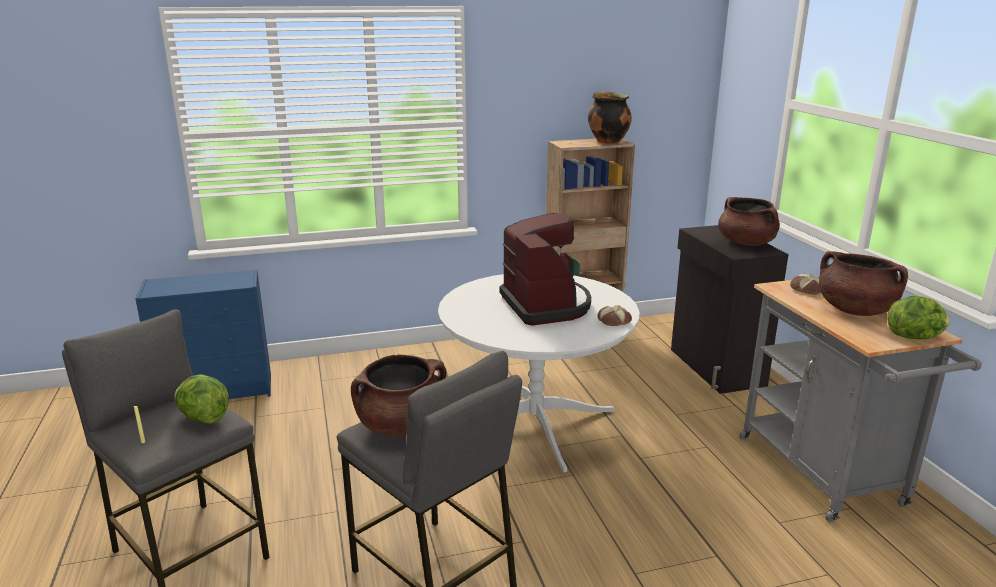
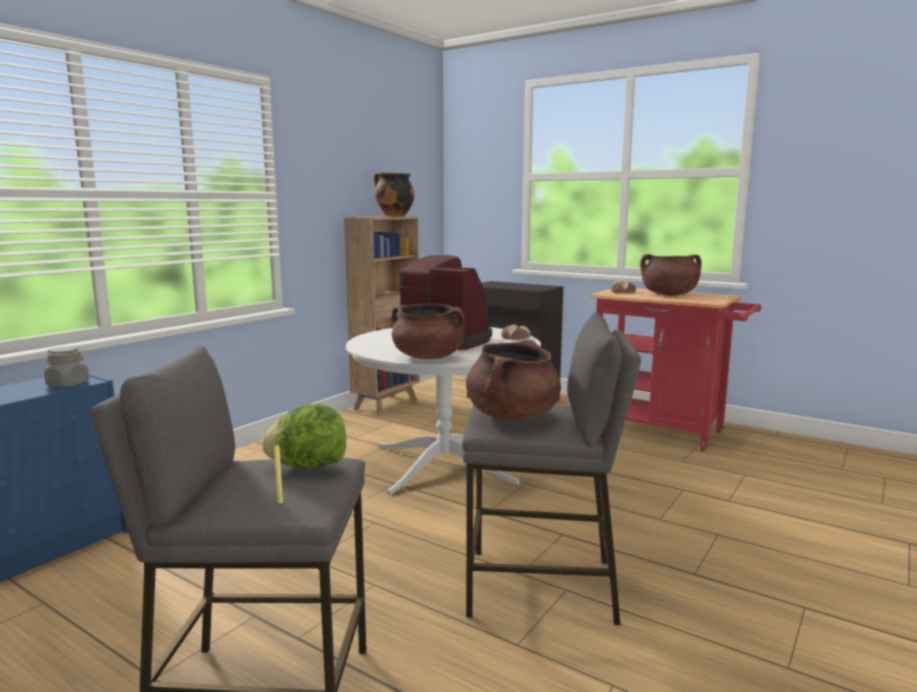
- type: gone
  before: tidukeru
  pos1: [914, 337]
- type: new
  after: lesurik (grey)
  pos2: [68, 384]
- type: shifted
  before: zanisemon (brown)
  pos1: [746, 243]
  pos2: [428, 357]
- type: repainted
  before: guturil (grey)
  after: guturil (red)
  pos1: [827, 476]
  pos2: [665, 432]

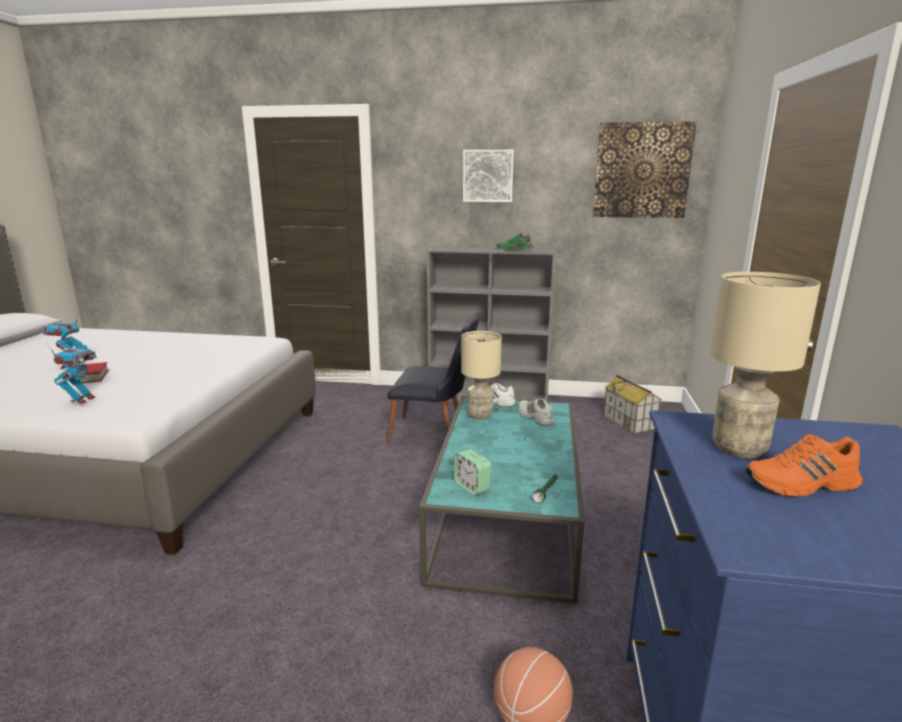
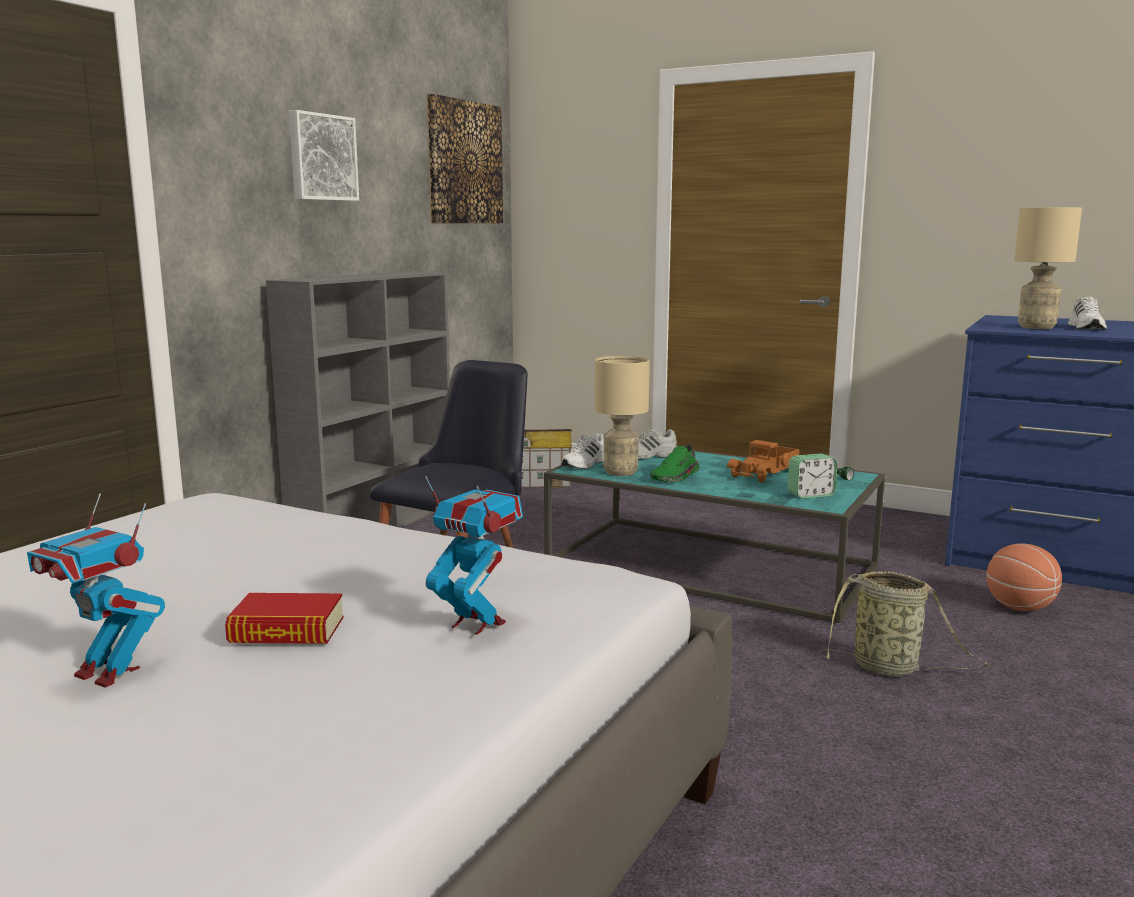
- type: new
  after: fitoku
  pos2: [766, 473]
- type: new
  after: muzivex
  pos2: [890, 668]
- type: shifted
  before: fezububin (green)
  pos1: [514, 250]
  pos2: [676, 477]
- type: repainted
  before: fezububin (orange)
  after: fezububin (white)
  pos1: [802, 485]
  pos2: [1087, 328]

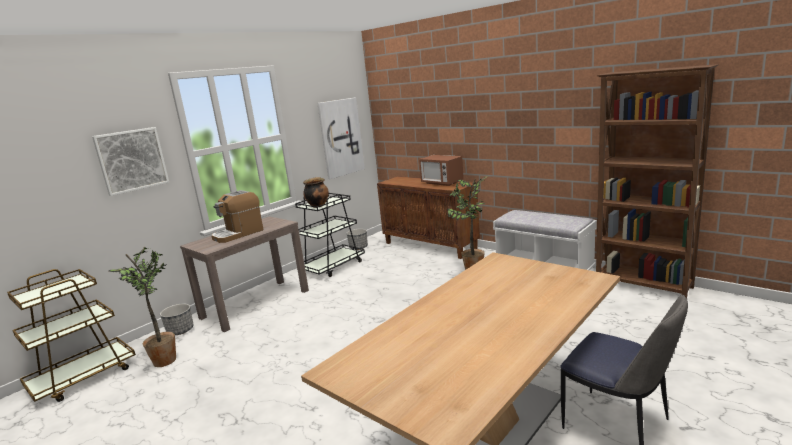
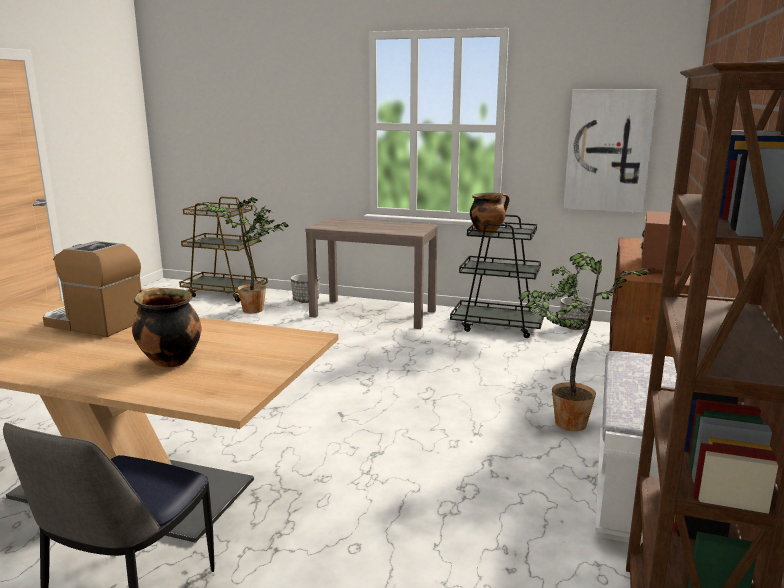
- type: gone
  before: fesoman
  pos1: [132, 160]
- type: new
  after: zanisemon
  pos2: [169, 361]
- type: shifted
  before: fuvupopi
  pos1: [238, 234]
  pos2: [94, 323]

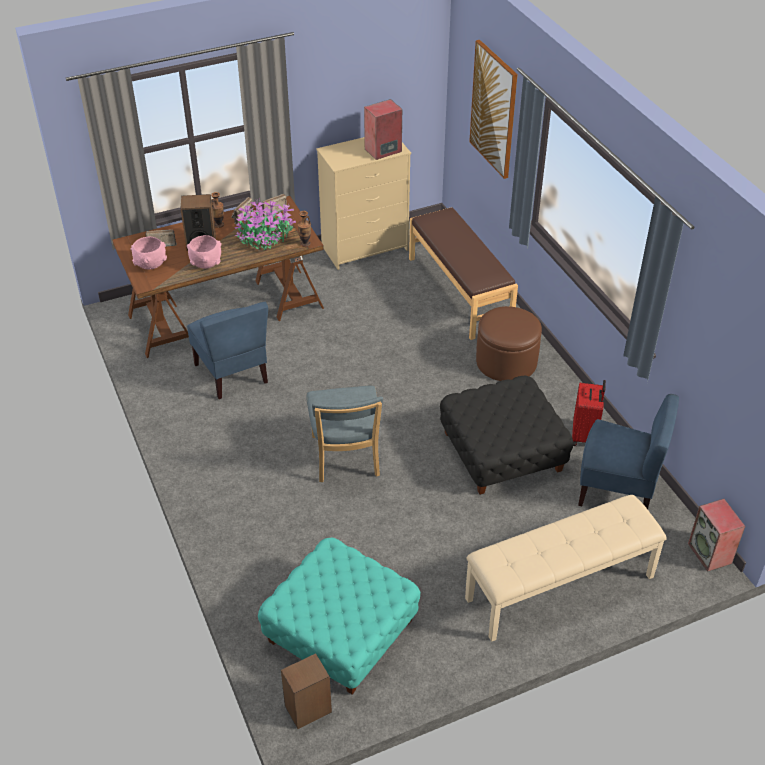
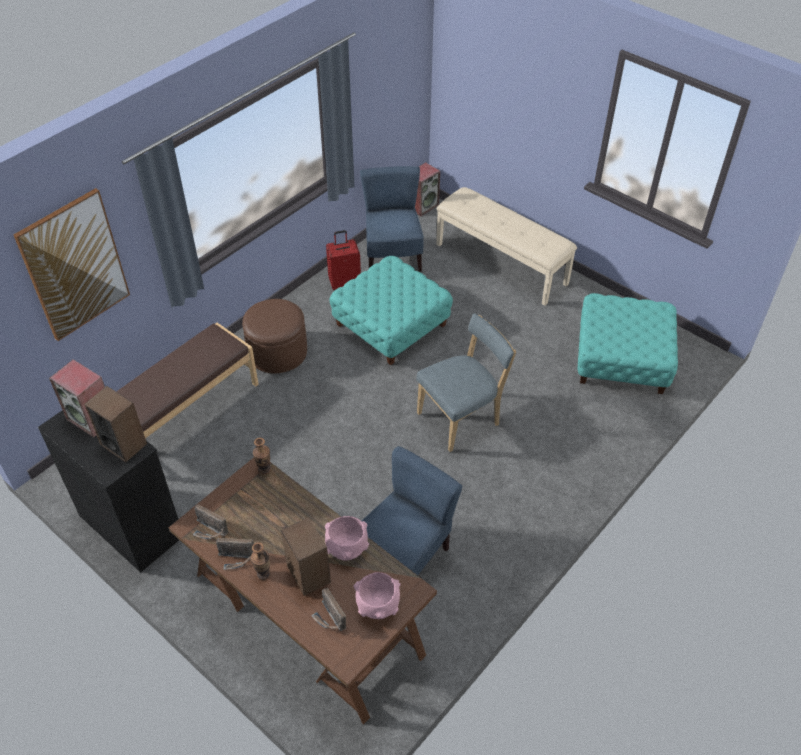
- type: gone
  before: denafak
  pos1: [265, 239]
- type: shifted
  before: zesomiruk
  pos1: [308, 709]
  pos2: [123, 444]
- type: repainted
  before: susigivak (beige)
  after: susigivak (black)
  pos1: [365, 248]
  pos2: [130, 525]
- type: repainted
  before: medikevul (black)
  after: medikevul (turquoise)
  pos1: [502, 451]
  pos2: [391, 324]

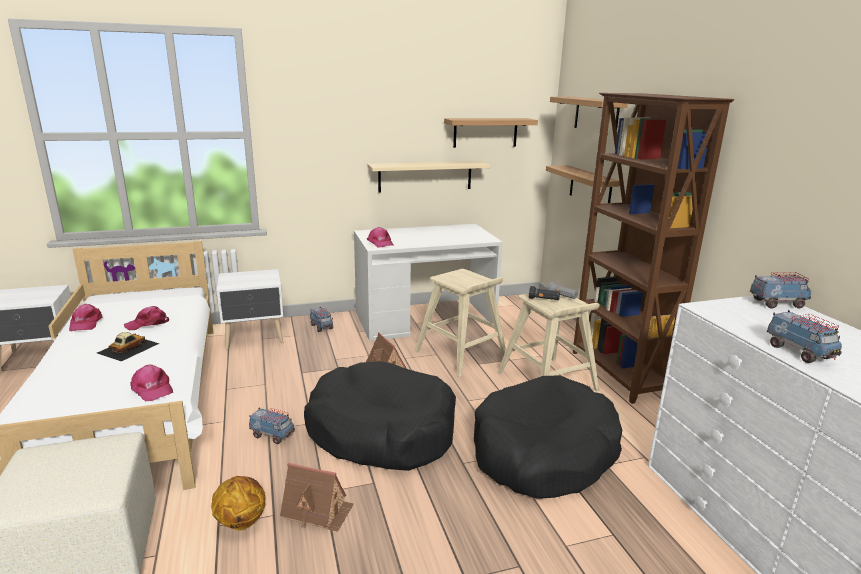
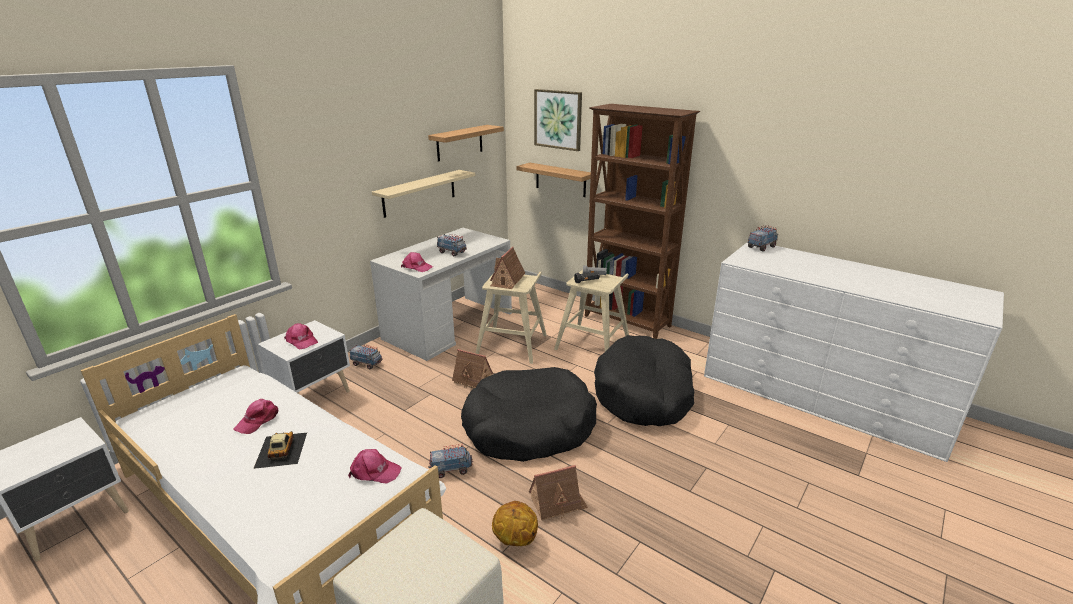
- type: new
  after: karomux
  pos2: [507, 280]
- type: shifted
  before: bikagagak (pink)
  pos1: [85, 323]
  pos2: [301, 341]
- type: shifted
  before: fitoku
  pos1: [799, 352]
  pos2: [452, 252]
- type: swapped
  before: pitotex
  after: fesoman
  pos1: [596, 115]
  pos2: [558, 119]

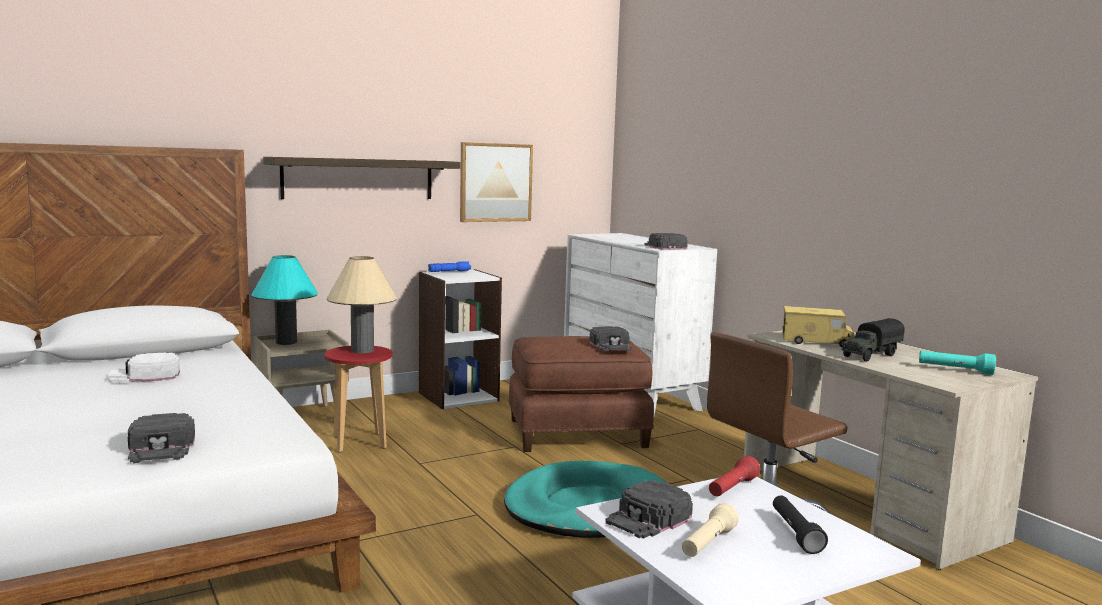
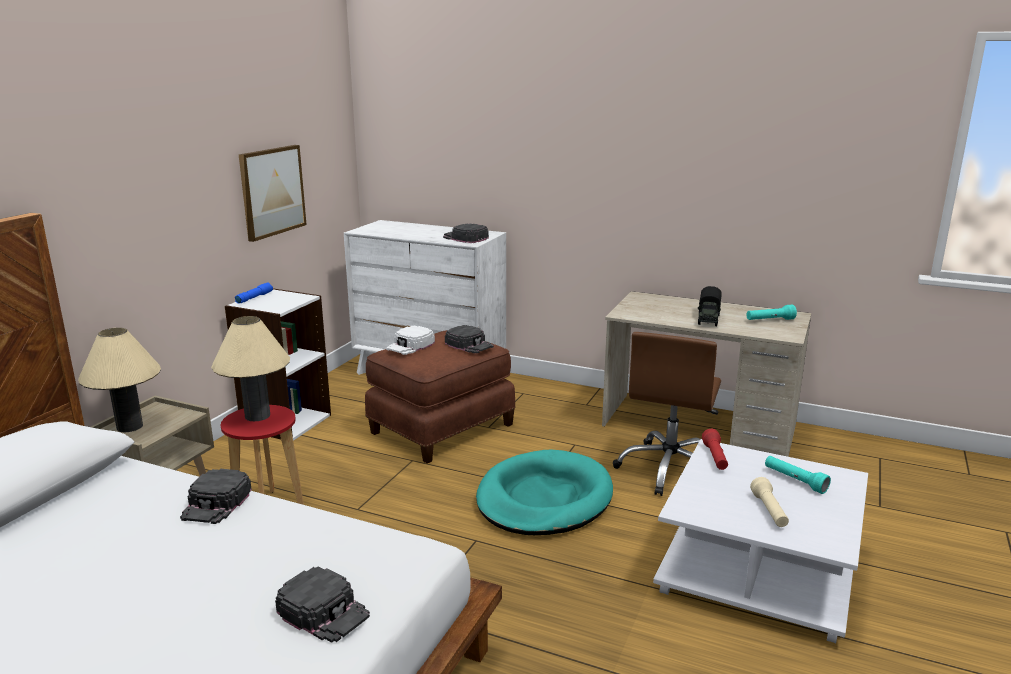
- type: gone
  before: pitotex
  pos1: [358, 179]
- type: gone
  before: fitoku
  pos1: [817, 342]
- type: shifted
  before: bikagagak (white)
  pos1: [145, 375]
  pos2: [410, 345]
- type: shifted
  before: bikagagak (black)
  pos1: [648, 518]
  pos2: [216, 503]
- type: repainted
  before: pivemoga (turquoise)
  after: pivemoga (beige)
  pos1: [286, 342]
  pos2: [129, 426]
- type: repainted
  before: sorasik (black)
  after: sorasik (turquoise)
  pos1: [795, 533]
  pos2: [794, 480]

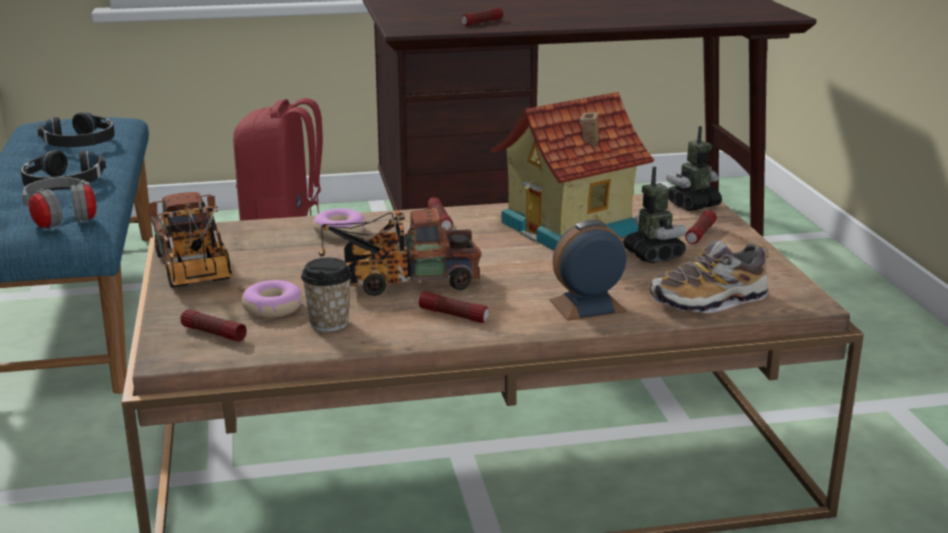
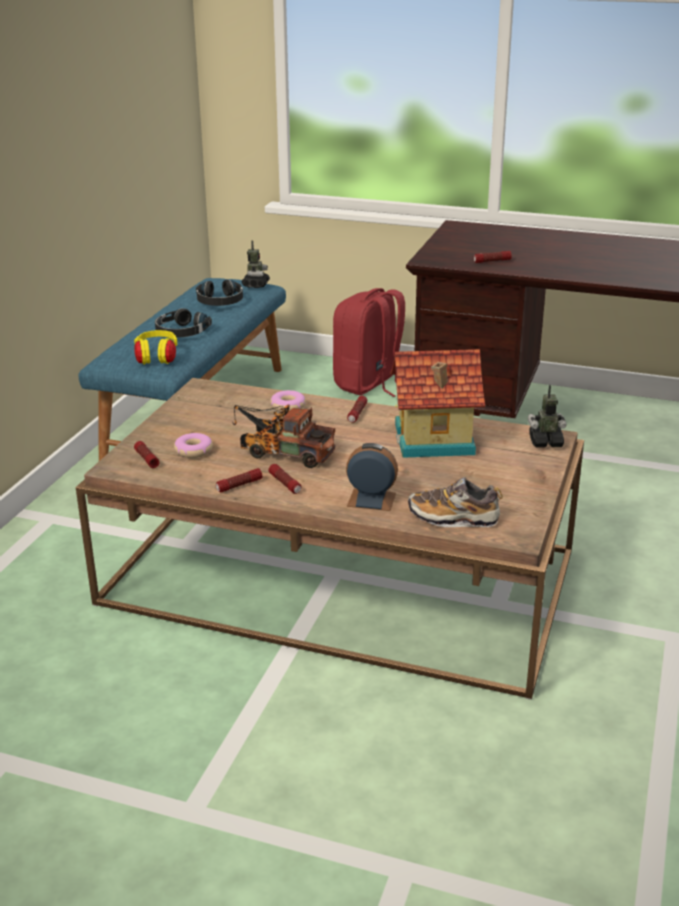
- type: gone
  before: fitoku
  pos1: [194, 272]
- type: gone
  before: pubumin
  pos1: [329, 323]
- type: shifted
  before: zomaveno
  pos1: [653, 255]
  pos2: [255, 285]
- type: shifted
  before: sorasik
  pos1: [700, 234]
  pos2: [239, 485]
- type: repainted
  before: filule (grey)
  after: filule (yellow)
  pos1: [62, 219]
  pos2: [157, 359]

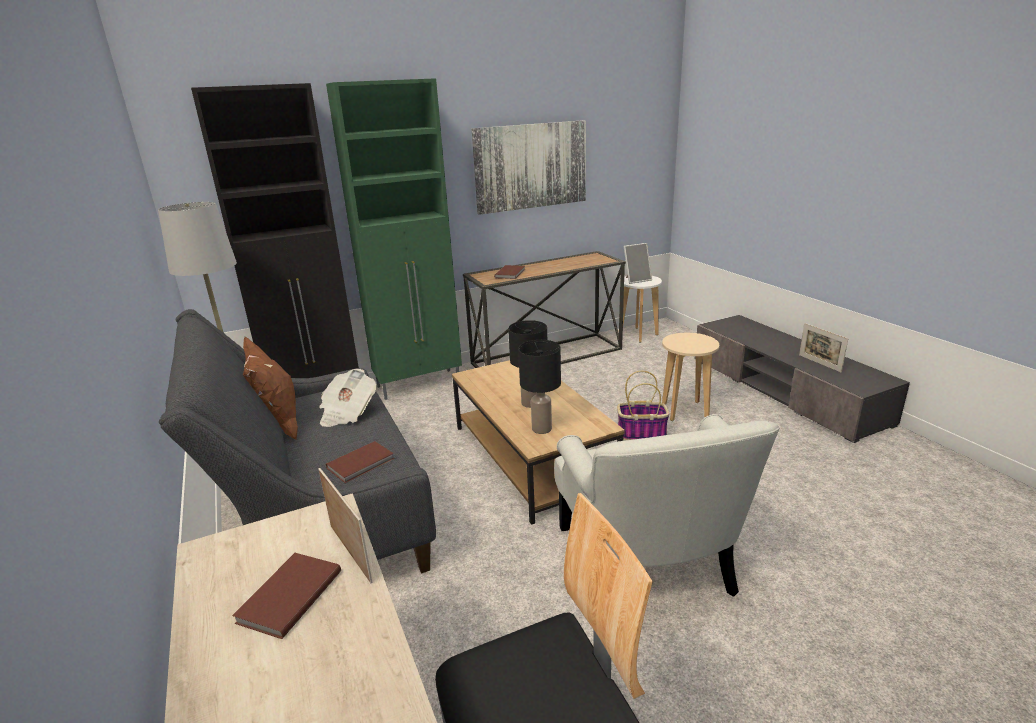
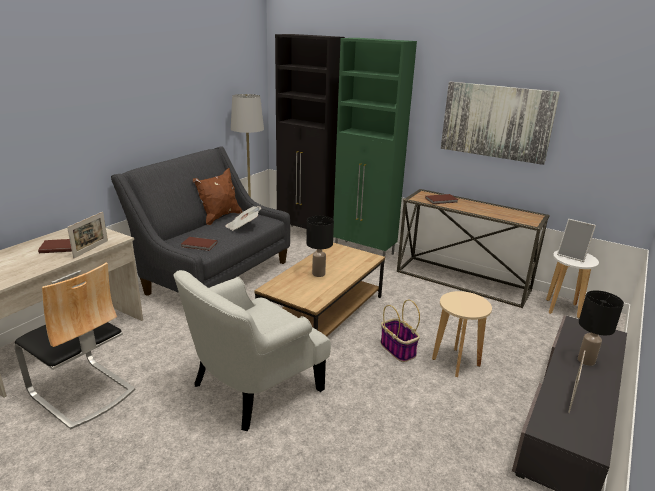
- type: shifted
  before: pivemoga (black)
  pos1: [541, 428]
  pos2: [586, 360]

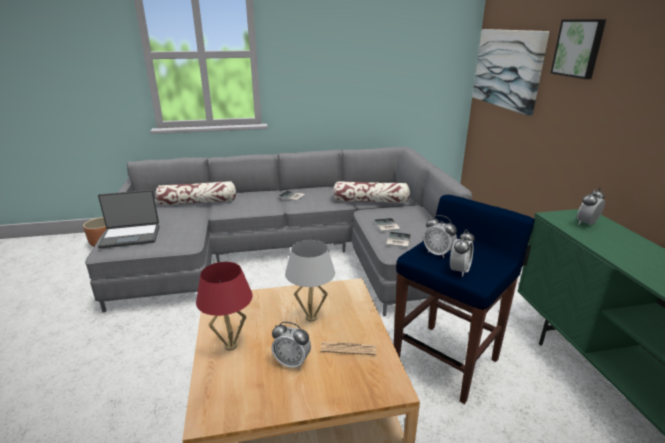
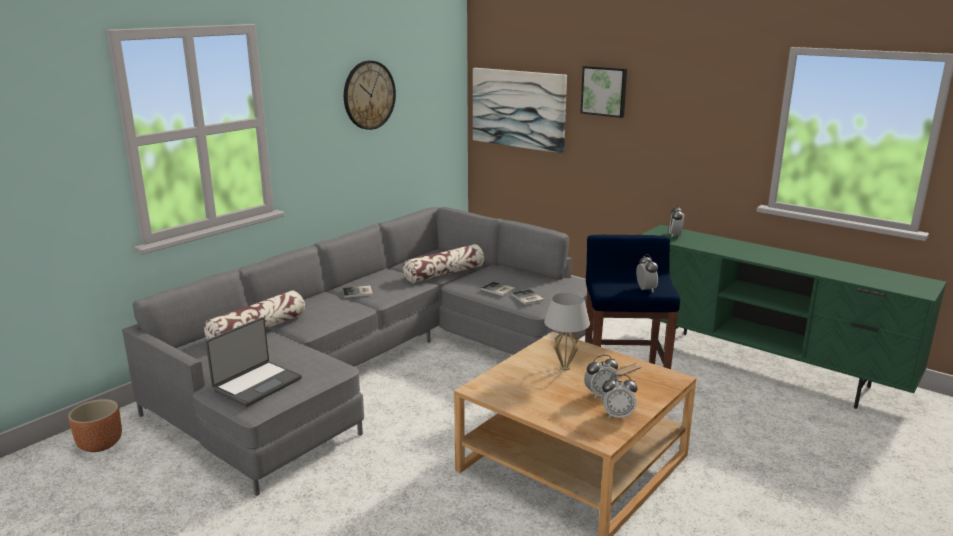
- type: gone
  before: pivemoga (red)
  pos1: [230, 345]
- type: new
  after: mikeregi
  pos2: [369, 95]
- type: shifted
  before: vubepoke
  pos1: [438, 253]
  pos2: [617, 415]

